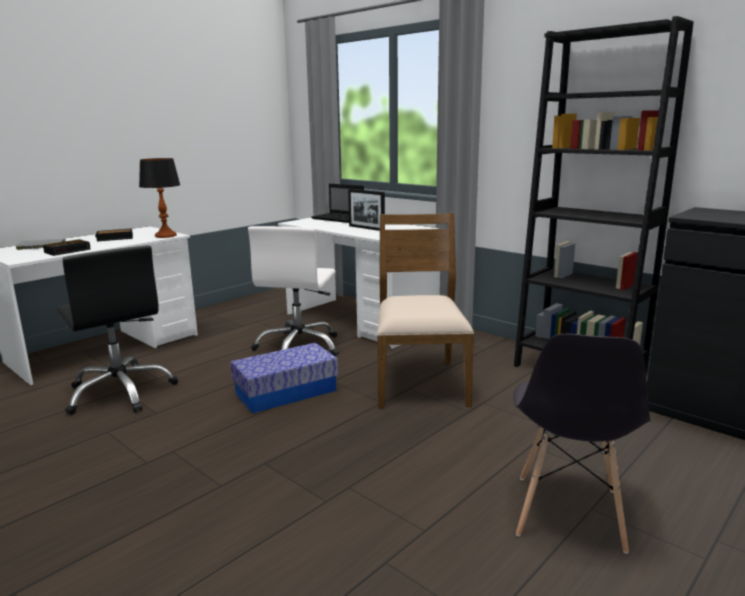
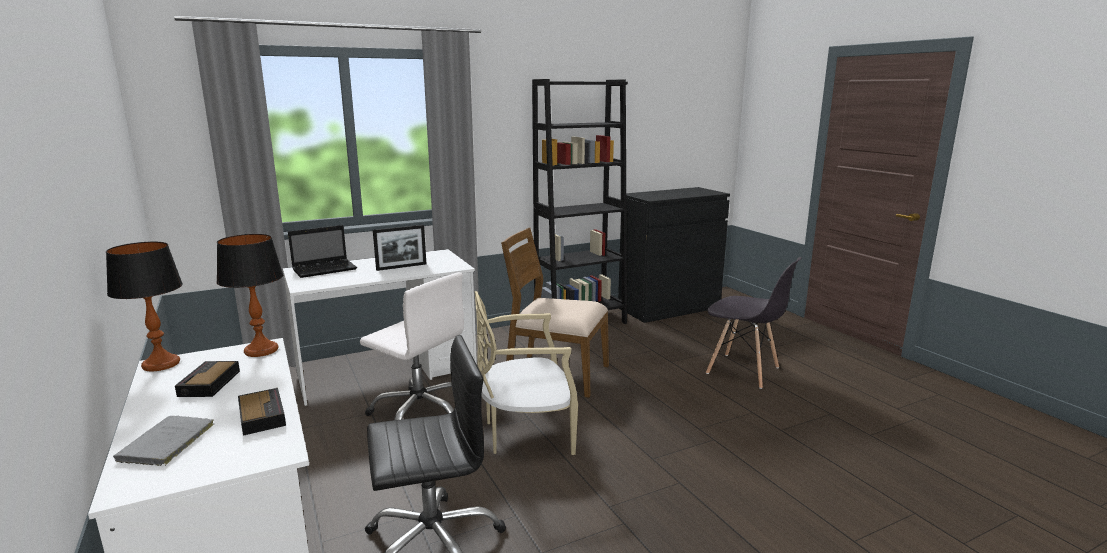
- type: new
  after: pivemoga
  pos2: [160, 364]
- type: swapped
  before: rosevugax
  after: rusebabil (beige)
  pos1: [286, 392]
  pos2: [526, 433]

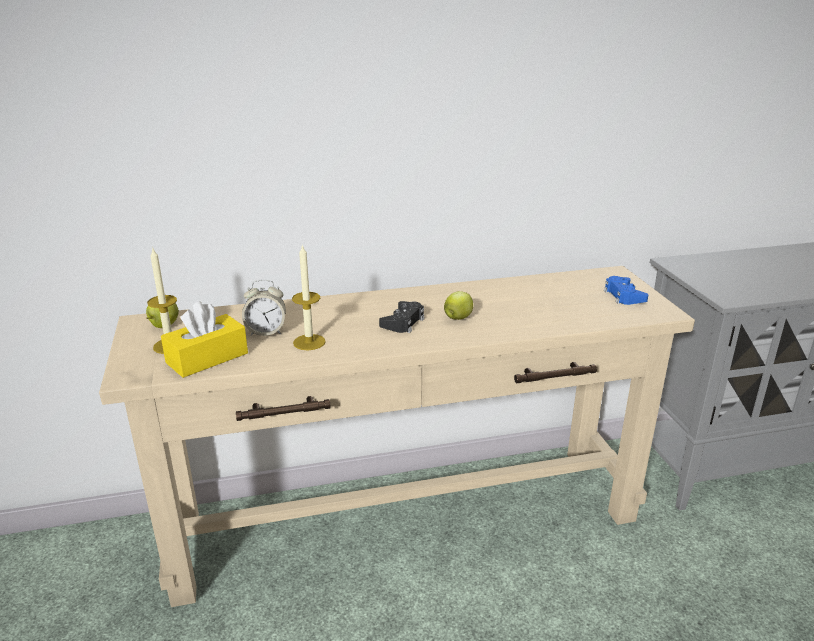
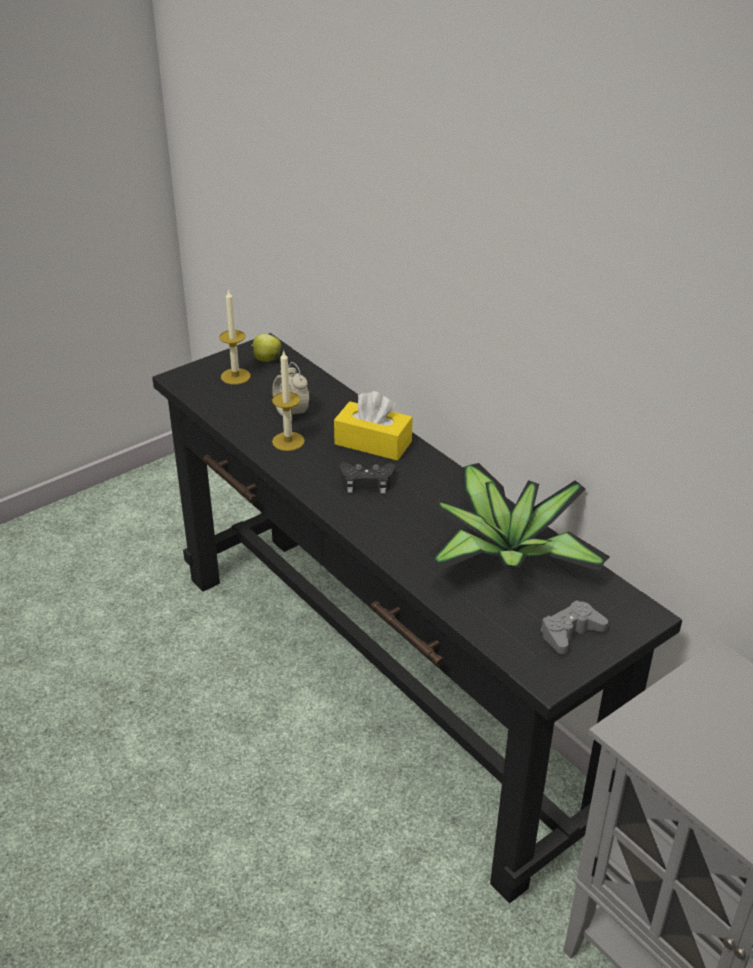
- type: gone
  before: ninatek
  pos1: [458, 318]
- type: new
  after: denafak
  pos2: [505, 555]
- type: shifted
  before: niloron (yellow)
  pos1: [207, 358]
  pos2: [373, 443]
- type: repainted
  before: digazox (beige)
  after: digazox (black)
  pos1: [406, 519]
  pos2: [379, 688]
- type: repainted
  before: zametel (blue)
  after: zametel (grey)
  pos1: [623, 296]
  pos2: [570, 633]

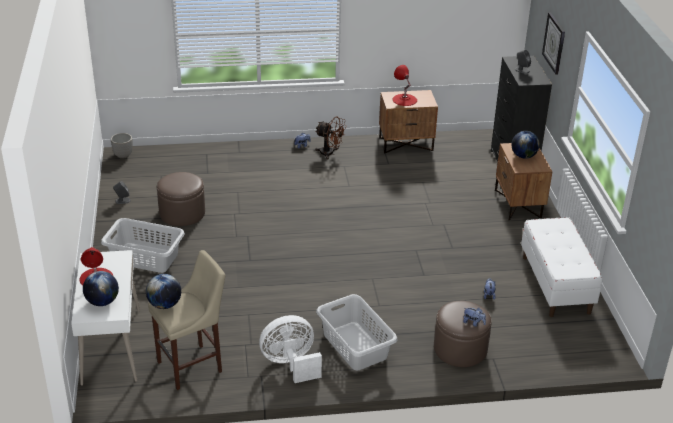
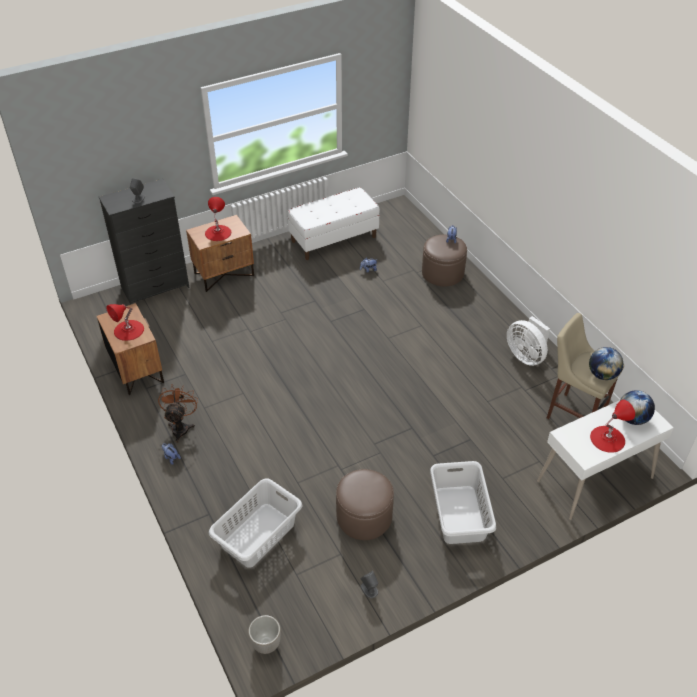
- type: gone
  before: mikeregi
  pos1: [554, 43]
- type: shifted
  before: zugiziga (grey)
  pos1: [355, 346]
  pos2: [259, 535]
- type: swapped
  before: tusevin
  after: pivemoga (red)
  pos1: [523, 156]
  pos2: [218, 233]

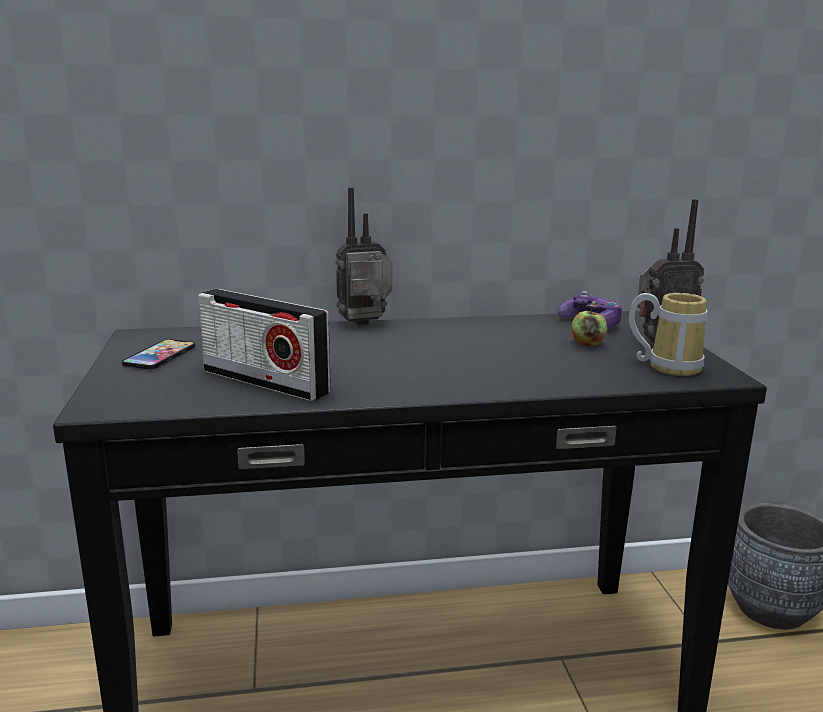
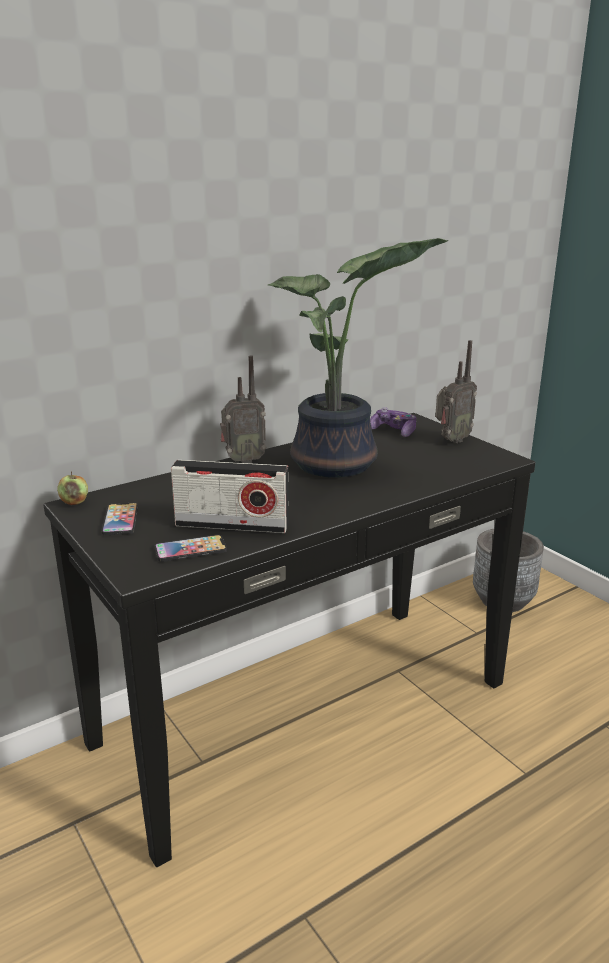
- type: gone
  before: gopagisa
  pos1: [667, 366]
- type: new
  after: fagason
  pos2: [190, 549]
- type: new
  after: denafak
  pos2: [338, 465]
- type: shifted
  before: ninatek
  pos1: [587, 343]
  pos2: [74, 502]
- type: rotated
  before: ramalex
  pos1: [366, 325]
  pos2: [243, 460]
  turn: -150

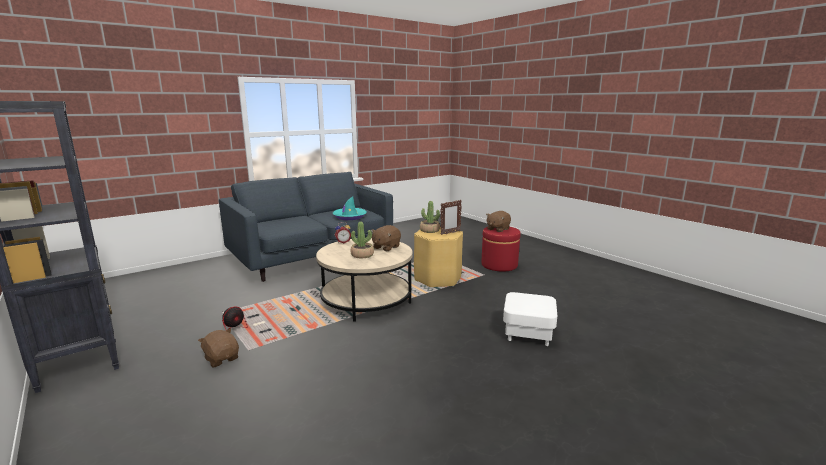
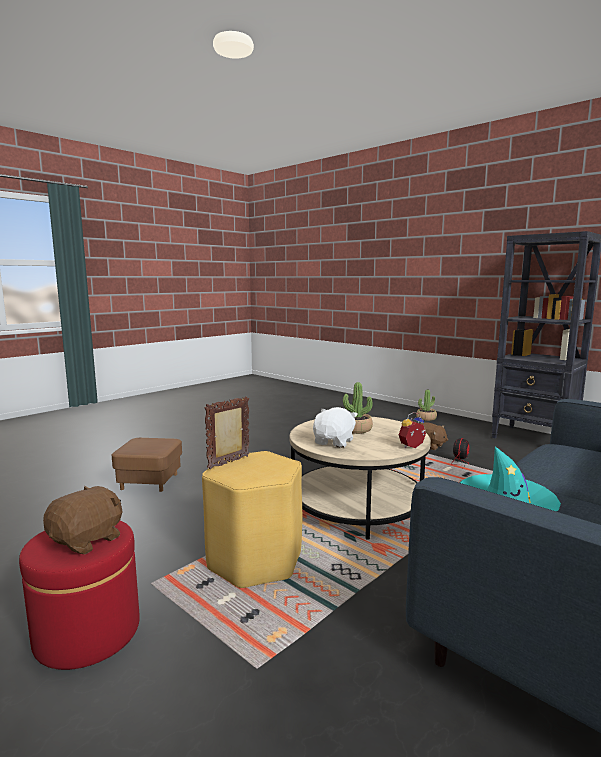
- type: shifted
  before: denafak
  pos1: [429, 230]
  pos2: [426, 418]
- type: repainted
  before: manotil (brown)
  after: manotil (white)
  pos1: [386, 247]
  pos2: [334, 442]
- type: repainted
  before: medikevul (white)
  after: medikevul (brown)
  pos1: [528, 333]
  pos2: [150, 481]

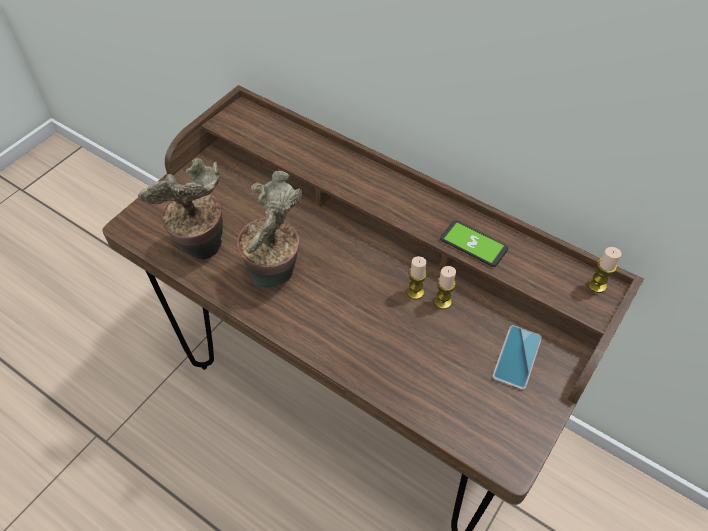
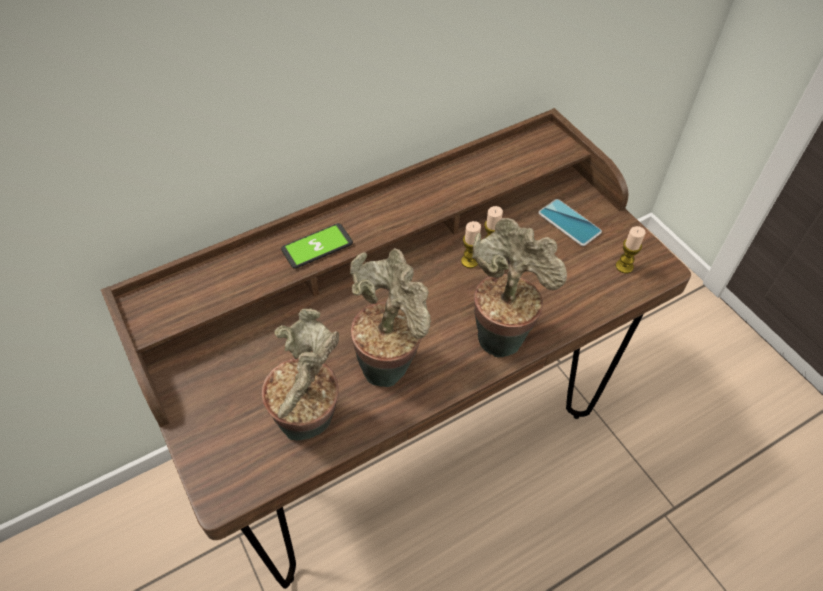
- type: new
  after: denafak
  pos2: [502, 334]
- type: shifted
  before: fagason
  pos1: [473, 244]
  pos2: [317, 246]
- type: shifted
  before: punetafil
  pos1: [596, 285]
  pos2: [624, 266]

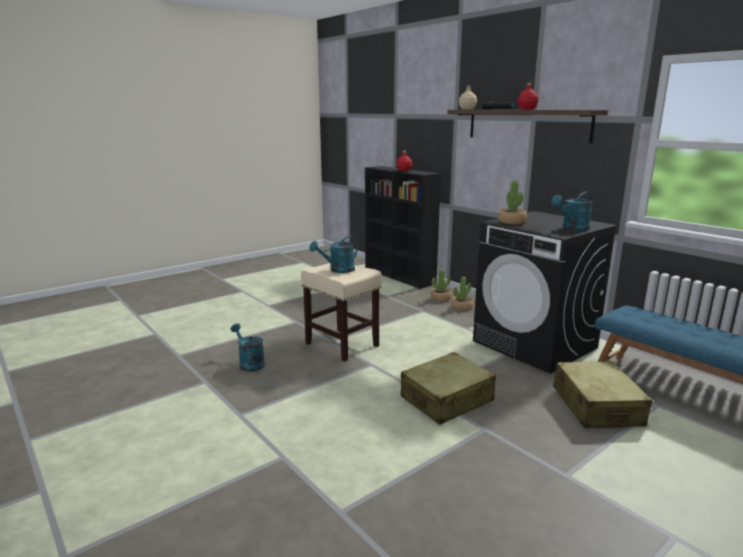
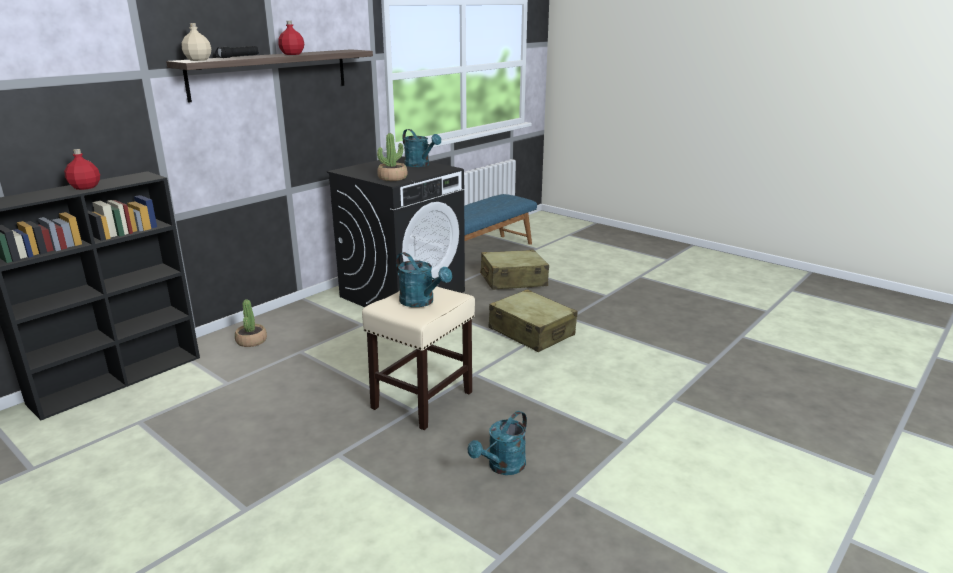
- type: gone
  before: denafak
  pos1: [462, 307]

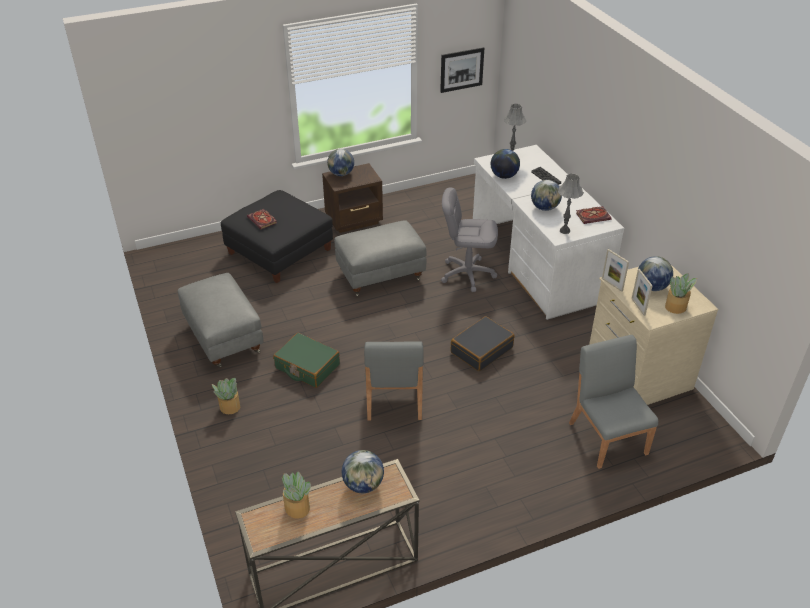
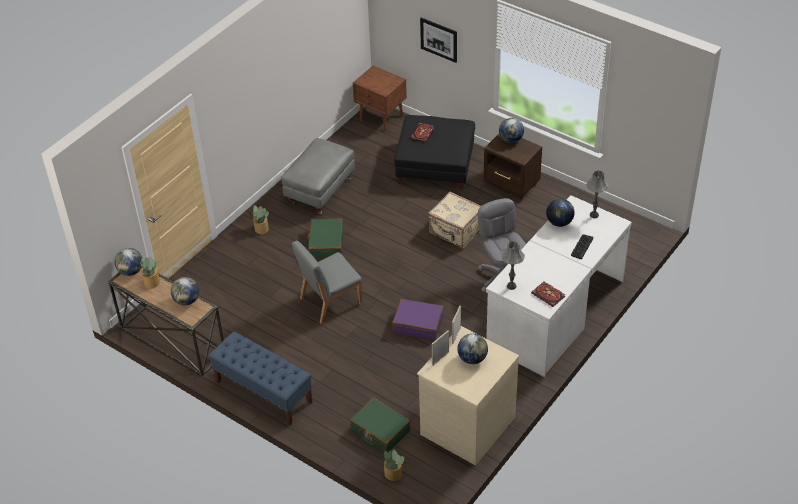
- type: new
  after: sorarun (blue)
  pos2: [263, 392]
- type: new
  after: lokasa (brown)
  pos2: [381, 118]
- type: shifted
  before: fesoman
  pos1: [461, 69]
  pos2: [439, 39]
- type: shifted
  before: tusevin
  pos1: [545, 208]
  pos2: [131, 271]
- type: shifted
  before: denafak
  pos1: [676, 307]
  pos2: [393, 474]
- type: swapped
  before: medikevul (grey)
  after: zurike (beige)
  pos1: [381, 275]
  pos2: [456, 232]
- type: swapped
  before: rusebabil (grey)
  after: zurike (green)
  pos1: [607, 437]
  pos2: [380, 430]
- type: repainted
  before: zurike (black)
  after: zurike (purple)
  pos1: [481, 350]
  pos2: [418, 324]

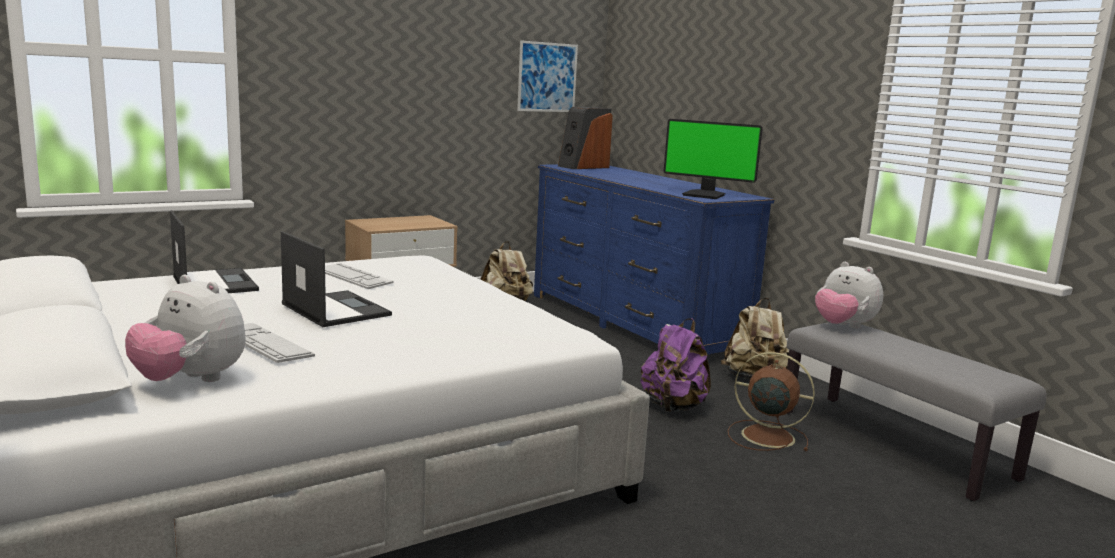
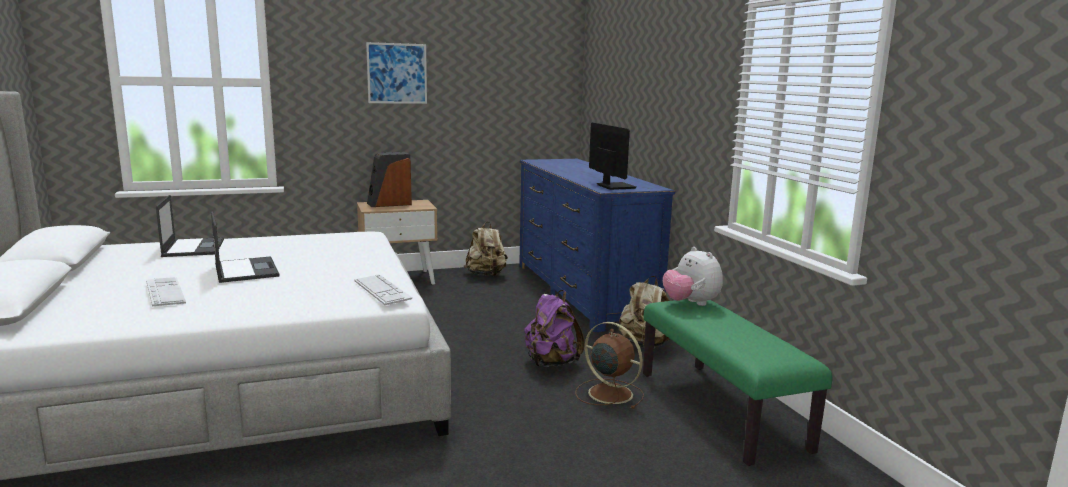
- type: gone
  before: manotil
  pos1: [190, 381]
- type: shifted
  before: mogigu
  pos1: [353, 277]
  pos2: [382, 290]
- type: shifted
  before: fesoman
  pos1: [547, 77]
  pos2: [397, 73]
- type: shifted
  before: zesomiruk
  pos1: [583, 167]
  pos2: [389, 204]
- type: repainted
  before: sorarun (grey)
  after: sorarun (green)
  pos1: [895, 444]
  pos2: [722, 410]
- type: rotated
  before: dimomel
  pos1: [705, 195]
  pos2: [614, 186]
  turn: -150

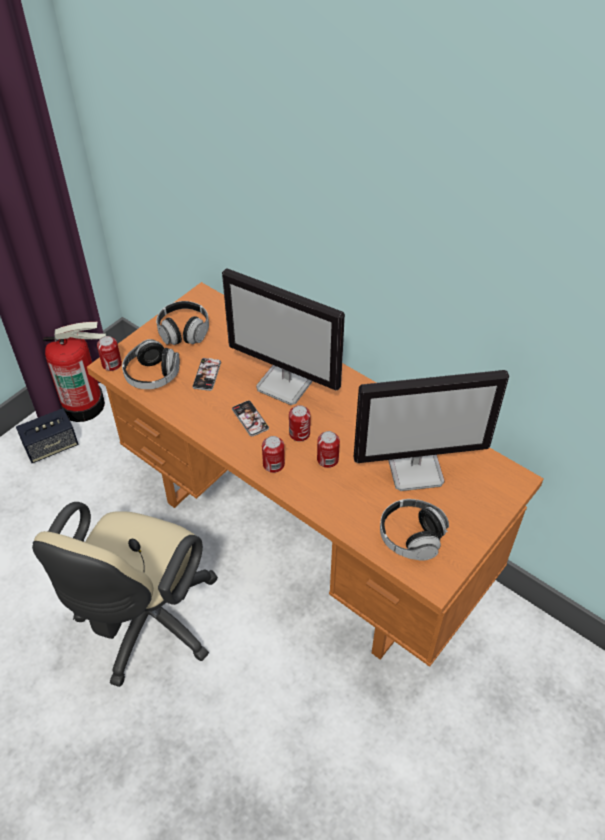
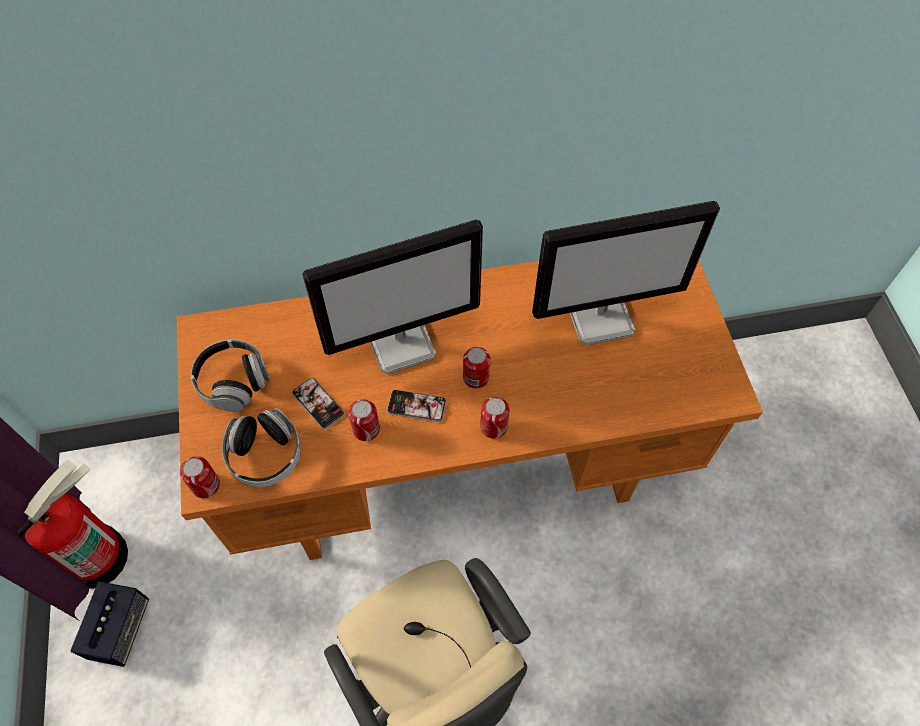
- type: gone
  before: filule
  pos1: [411, 537]
- type: shifted
  before: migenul
  pos1: [327, 459]
  pos2: [366, 429]
- type: rotated
  before: dimomel
  pos1: [416, 468]
  pos2: [601, 317]
  turn: 45

